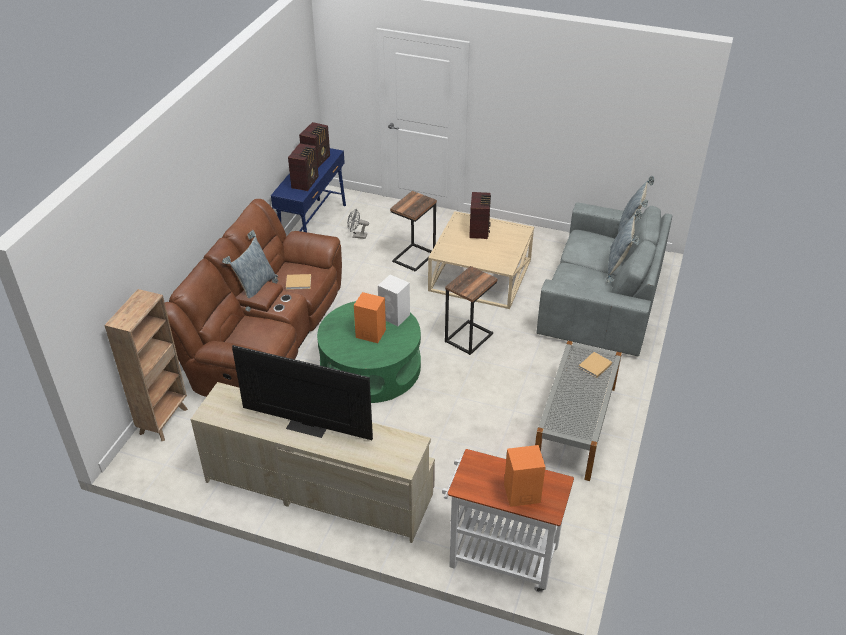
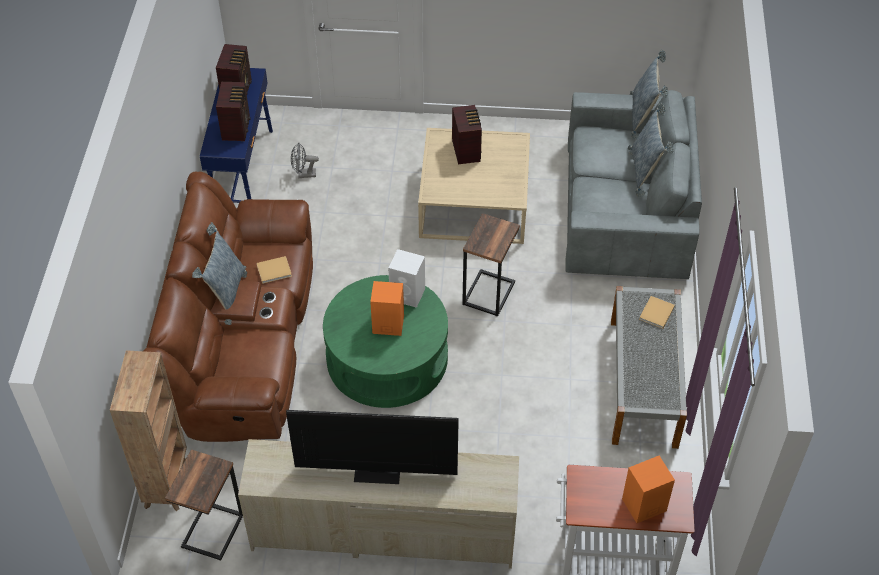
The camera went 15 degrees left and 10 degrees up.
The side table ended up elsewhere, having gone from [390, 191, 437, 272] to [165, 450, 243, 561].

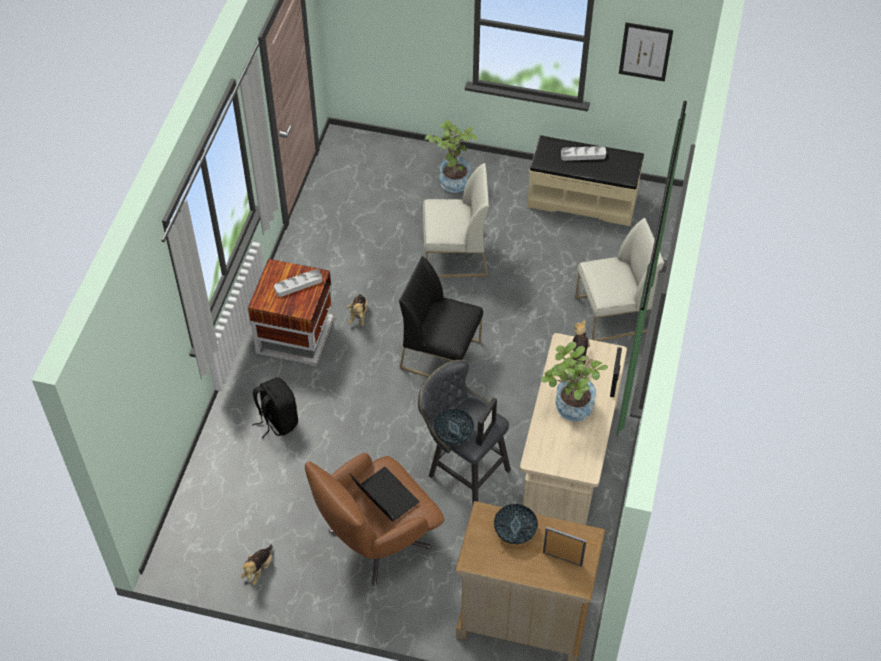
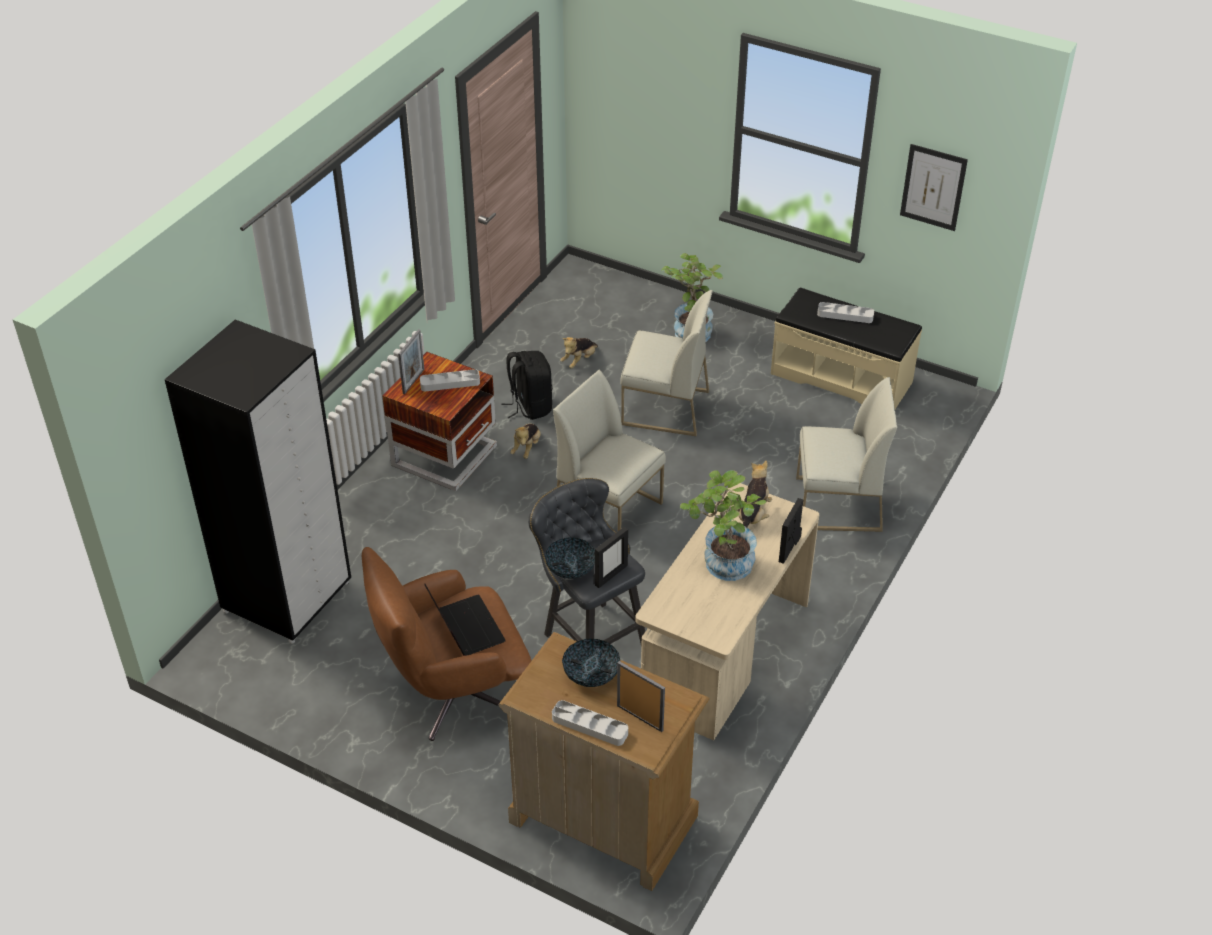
The camera went 15 degrees right and 10 degrees down.
The second view gained the clothes cupboard at [164, 320, 351, 644].
The second view gained the standing frame at [398, 329, 424, 394].
The rucksack (blackish) ended up elsewhere, having gone from [252, 377, 298, 439] to [501, 351, 552, 420].
The second view gained the tray (grey) at [552, 700, 628, 746].
What was the upright chair (blackish) at [399, 256, 483, 377] turned into the upright chair (white) at [553, 370, 666, 531].
The cuddly toy ended up elsewhere, having gone from [241, 544, 273, 585] to [560, 337, 598, 369].

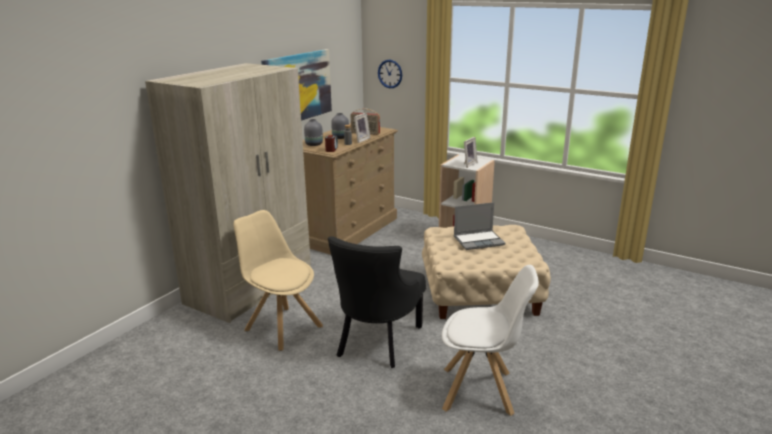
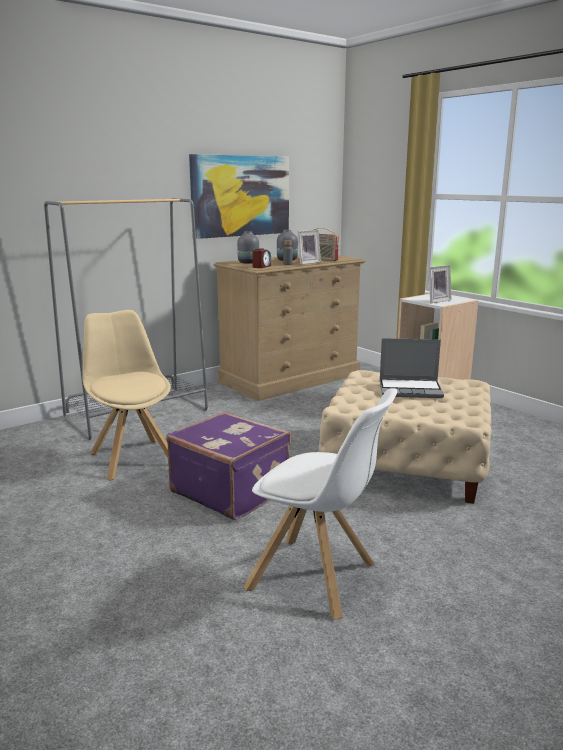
The camera went 20 degrees right and 5 degrees down.
Where the clothes cupboard (sand-coloured) stood at [145, 63, 311, 323], the clothes rack (grey) came to stand at [44, 198, 208, 440].
Where the upright chair (blackish) stood at [328, 236, 426, 368], the suitcase (purplish) came to stand at [166, 412, 291, 520].
The second view lost the hanging clock at [378, 60, 402, 88].

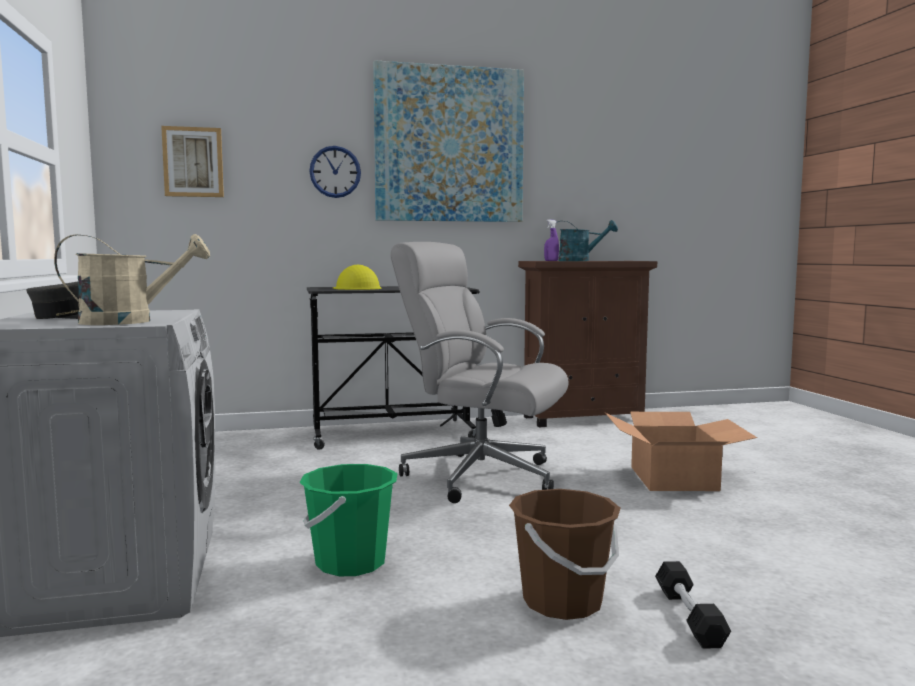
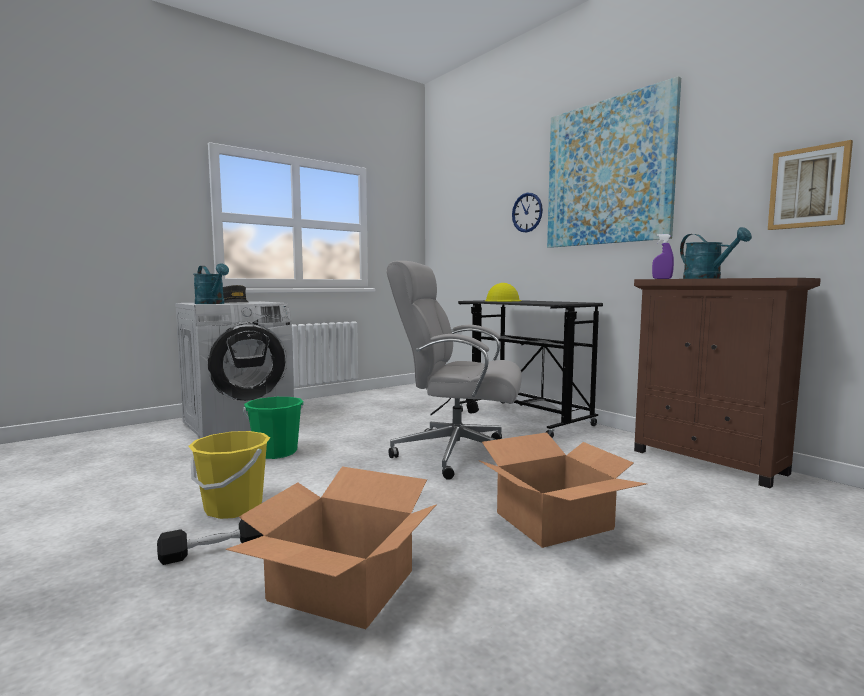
The camera went 65 degrees right and 0 degrees up.
What was the bucket (brown) at [509, 489, 621, 620] turned into the bucket (yellow) at [188, 431, 270, 519].
What was the sprinkling can (sand-coloured) at [54, 234, 210, 325] turned into the sprinkling can (turquoise-coloured) at [194, 264, 229, 304].
The second view gained the carton at [226, 467, 437, 629].
The desk chair (grey) at [390, 242, 568, 503] ended up facing another way, 75 degrees counterclockwise from before.
The wall art ended up elsewhere, having gone from [161, 126, 224, 197] to [768, 140, 853, 230].

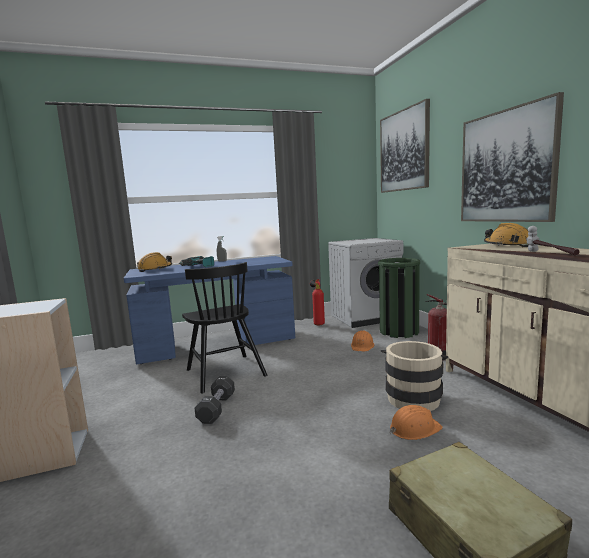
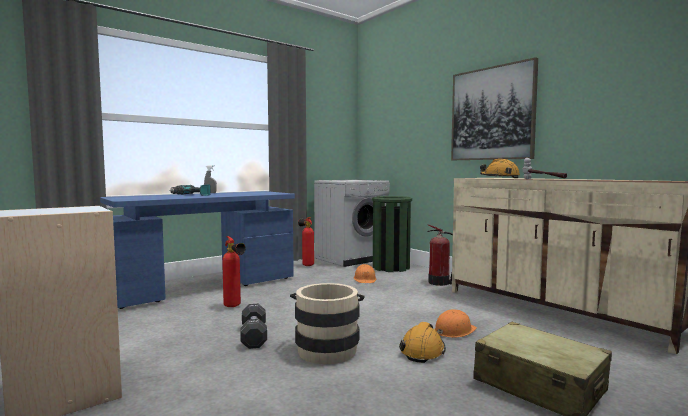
The camera went 20 degrees left and 5 degrees down.
Where the upright chair (blackish) stood at [182, 262, 268, 394], the fire-fighting cylinder came to stand at [222, 236, 246, 307].
The bucket (sand-coloured) ended up elsewhere, having gone from [381, 341, 448, 411] to [290, 283, 365, 364].
The work helmet (orange) ended up elsewhere, having gone from [137, 252, 172, 272] to [399, 322, 446, 363].
The second view lost the wall art at [380, 99, 430, 193].

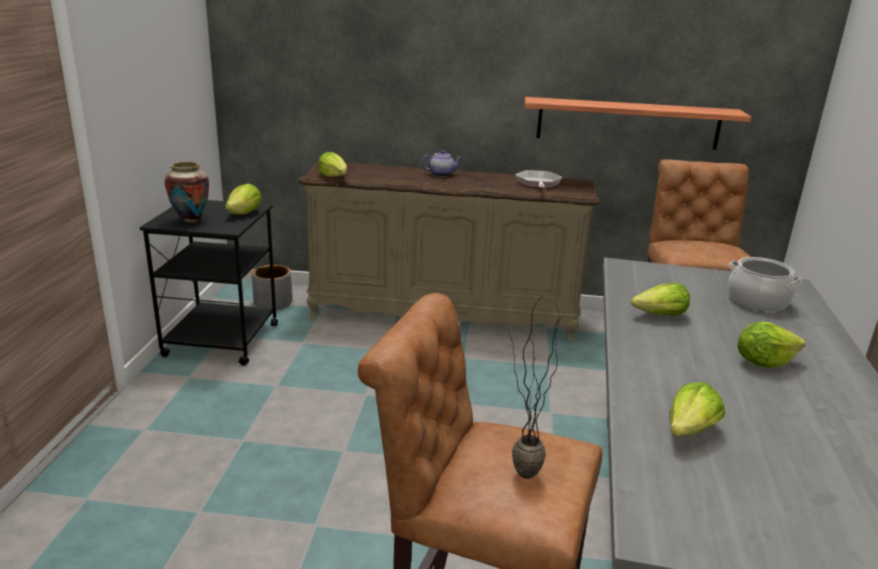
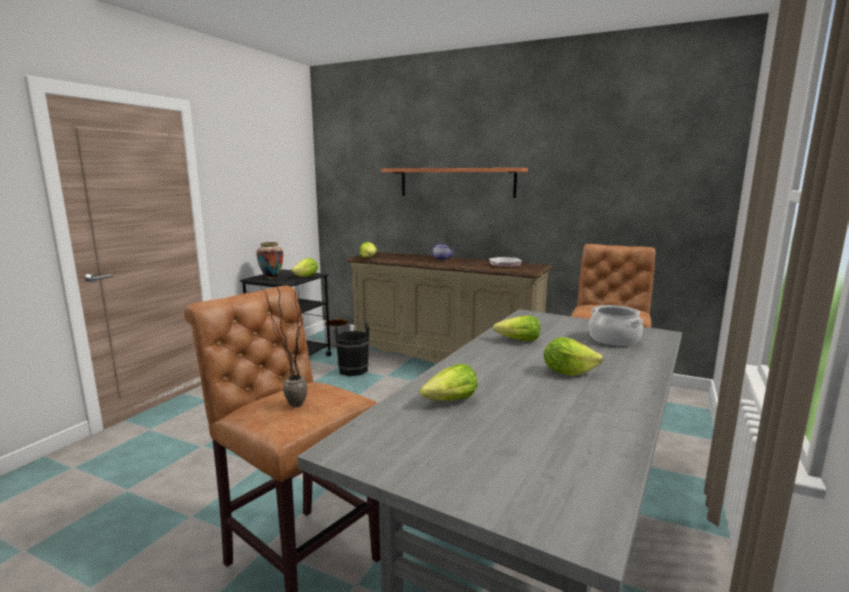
The camera went 20 degrees right and 10 degrees down.
The second view gained the bucket (blackish) at [333, 323, 370, 376].
The shelf ended up elsewhere, having gone from [525, 97, 751, 150] to [381, 168, 528, 198].

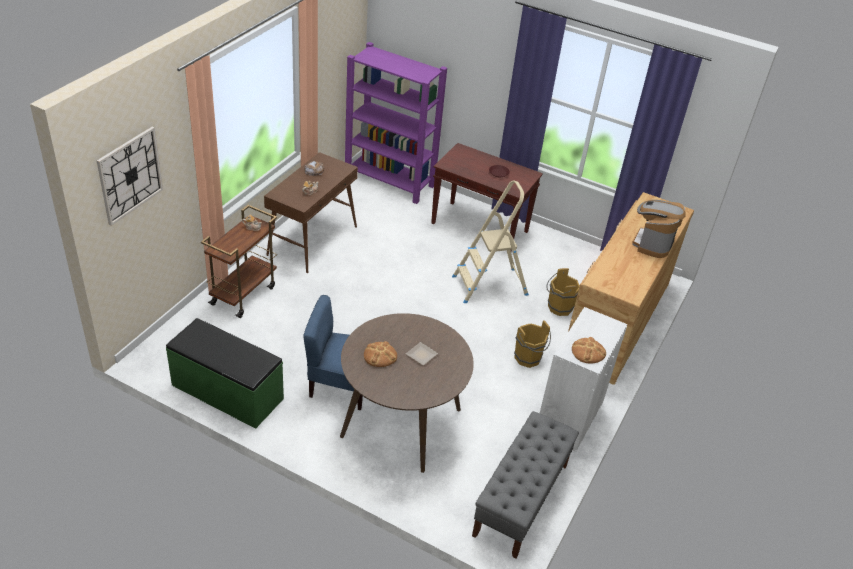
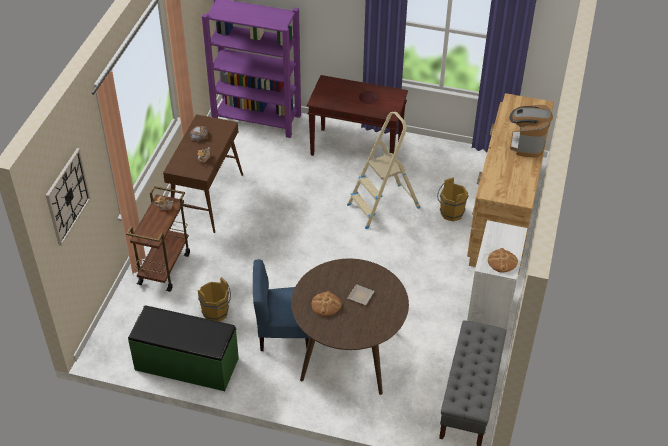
The camera went 10 degrees left and 5 degrees up.
The bucket (brown) ended up elsewhere, having gone from [514, 320, 551, 368] to [198, 277, 231, 322].

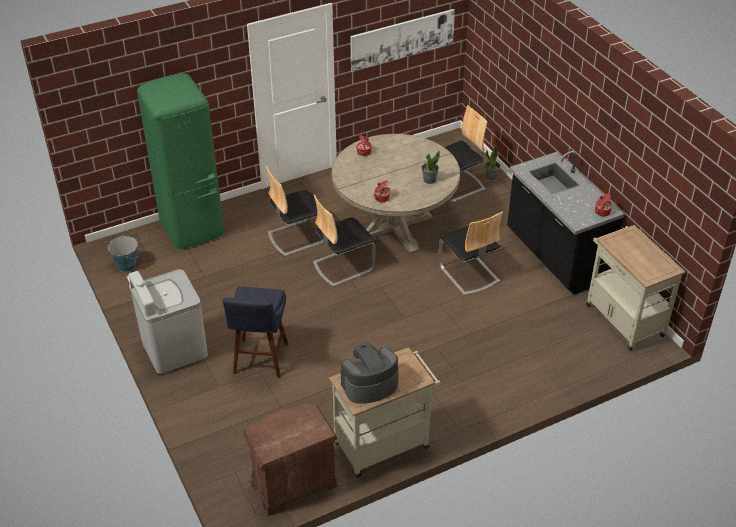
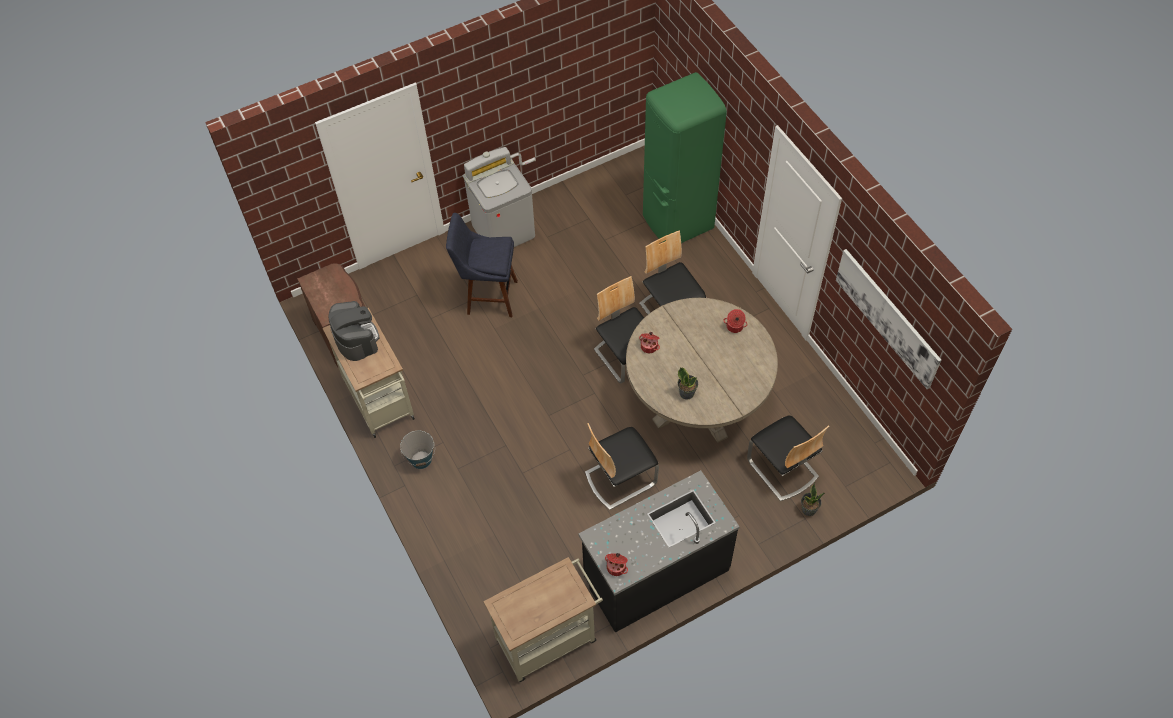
The camera went 90 degrees right and 15 degrees up.
The bucket ended up elsewhere, having gone from [108, 235, 139, 272] to [400, 431, 435, 469].

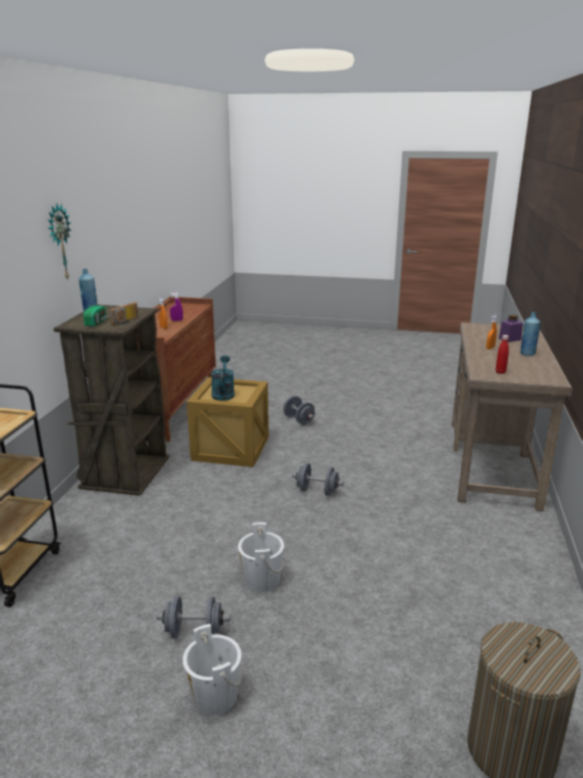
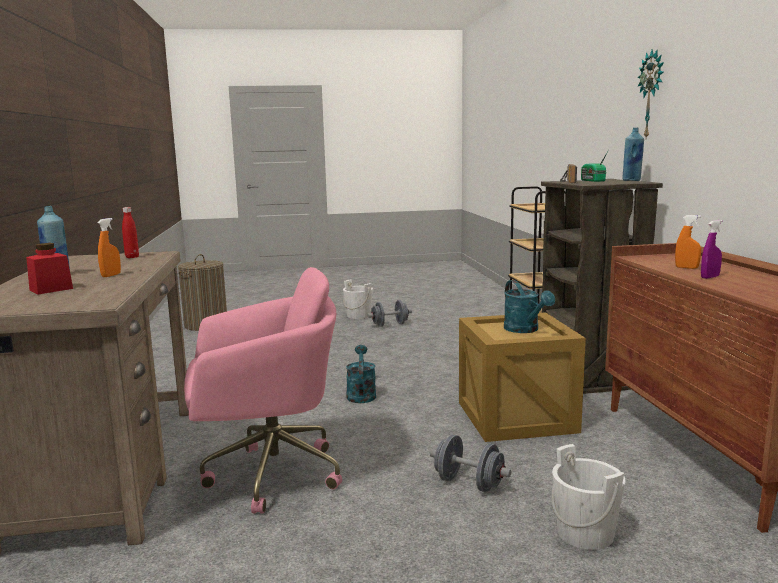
The camera went 160 degrees right and 10 degrees down.
What was the storage jar (purplish) at [499, 315, 523, 342] turned into the storage jar (red-coloured) at [26, 243, 73, 294].
The second view gained the desk chair (pinkish) at [184, 267, 342, 514].
Where the hand weight (grey) stood at [292, 463, 344, 496], the sprinkling can (turquoise-coloured) came to stand at [346, 345, 376, 403].
The bucket (white) ended up elsewhere, having gone from [238, 522, 284, 592] to [551, 444, 625, 550].

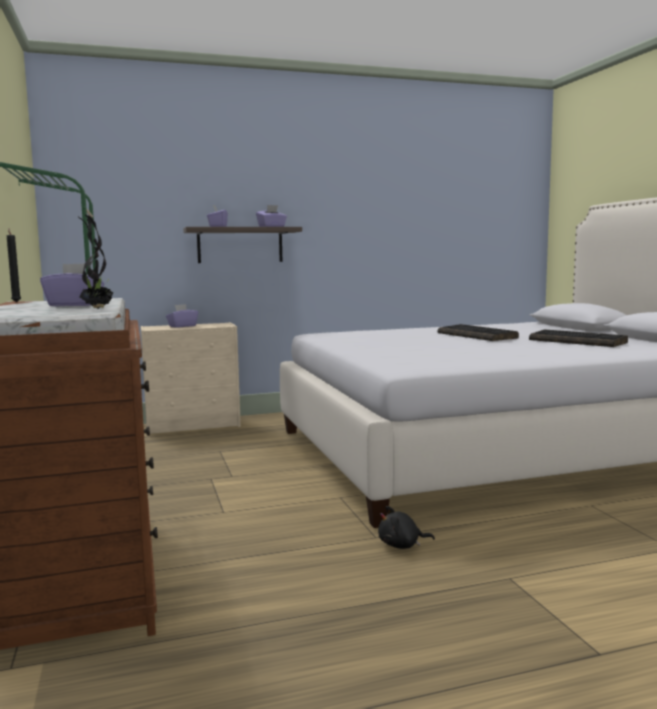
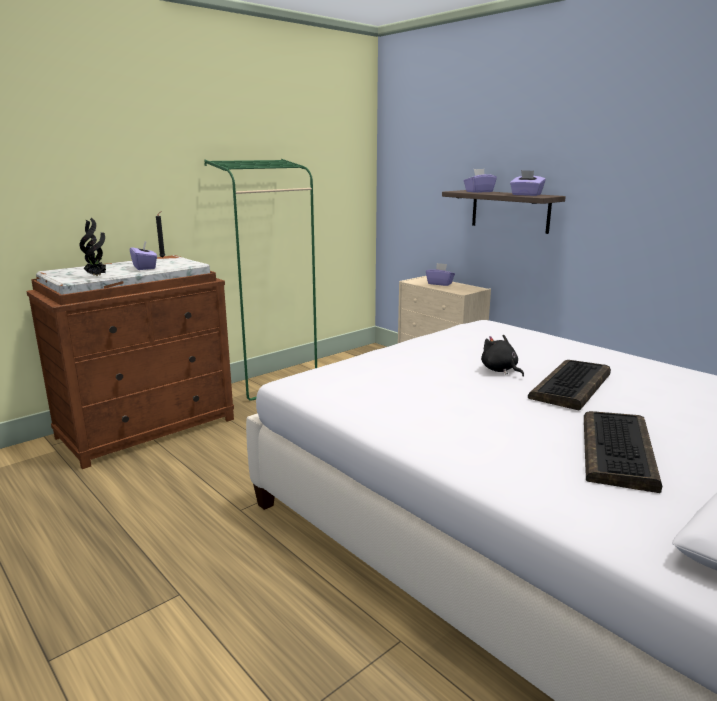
The camera went 65 degrees right and 10 degrees up.
The cuddly toy (blackish) ended up elsewhere, having gone from [378, 506, 435, 549] to [481, 335, 524, 377].

